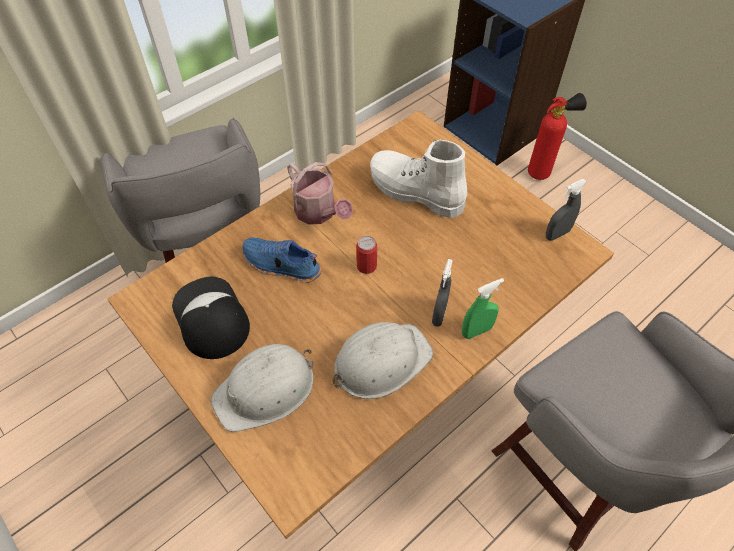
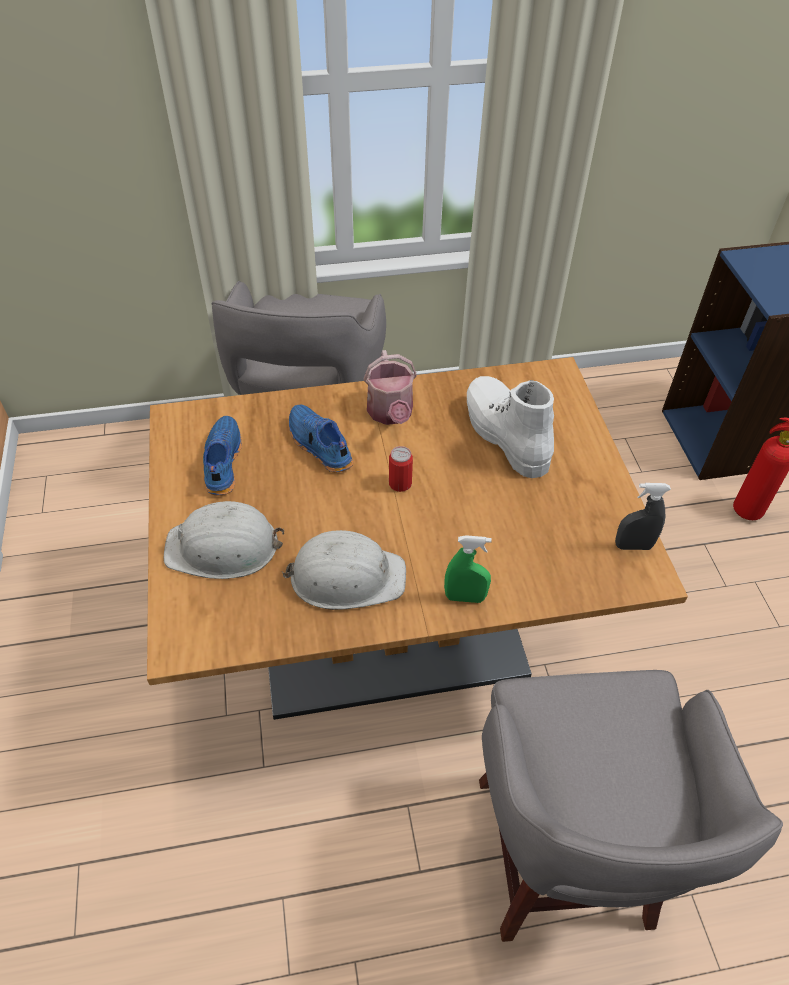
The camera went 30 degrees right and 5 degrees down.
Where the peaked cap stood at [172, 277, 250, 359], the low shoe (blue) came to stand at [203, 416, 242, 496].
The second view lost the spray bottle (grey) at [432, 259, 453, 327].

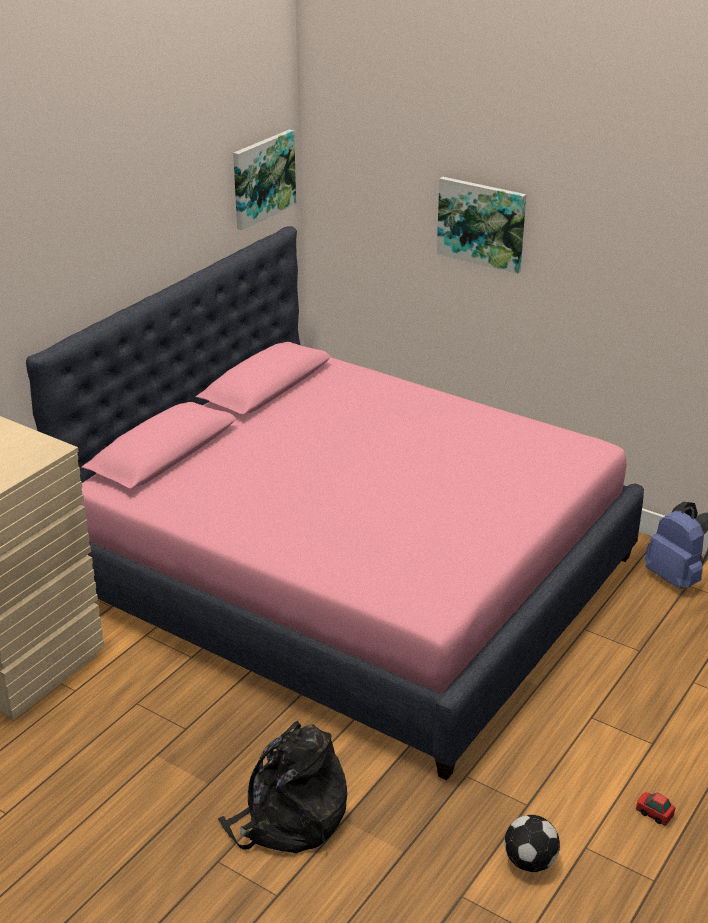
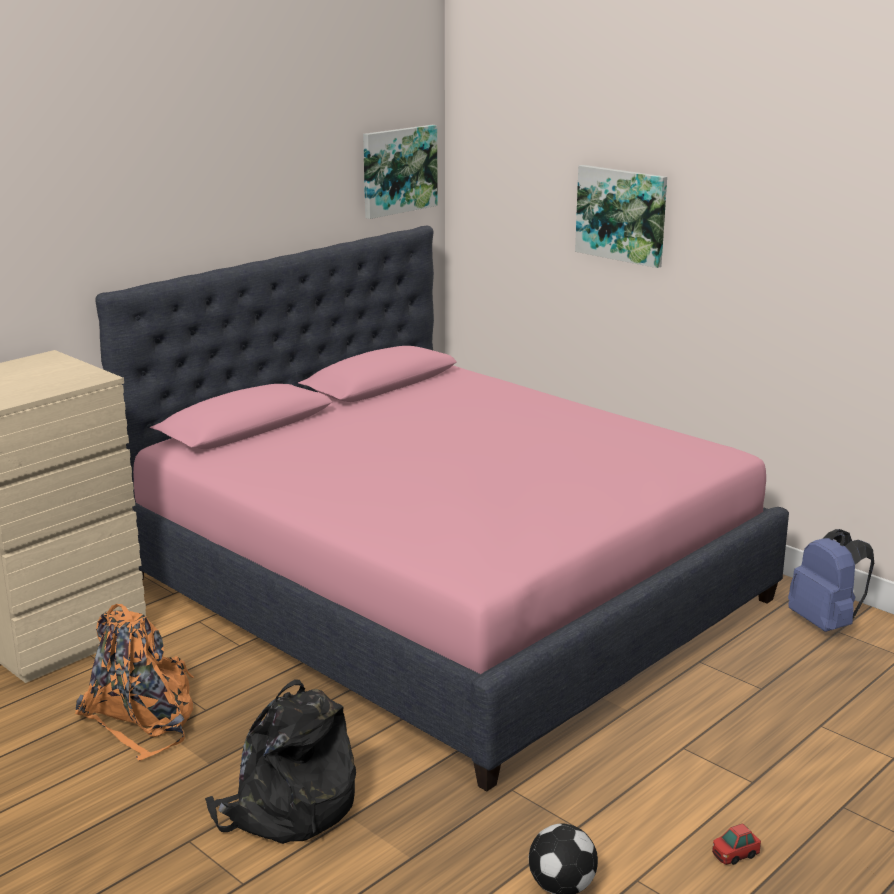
The camera went 10 degrees right and 10 degrees down.
The second view gained the rucksack (orange) at [75, 604, 194, 761].
The miniature car at [636, 792, 675, 825] ended up facing another way, 75 degrees counterclockwise from before.

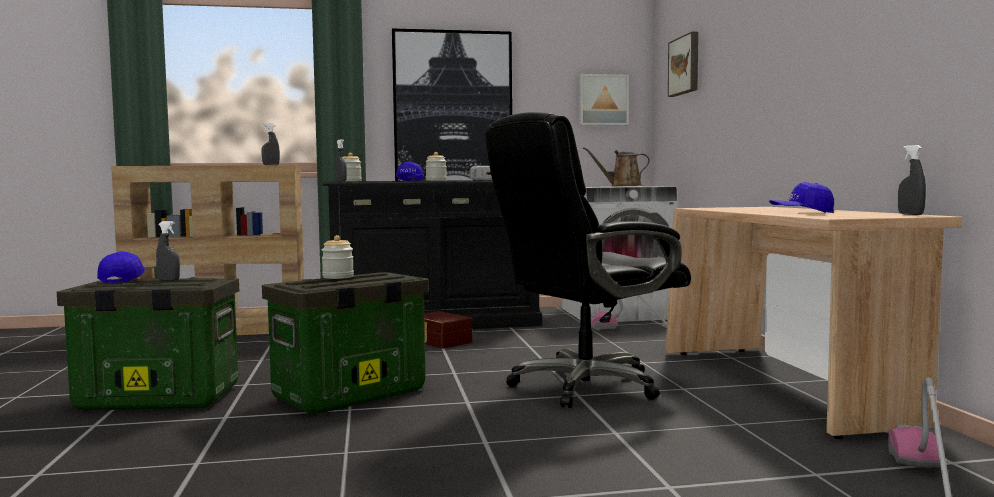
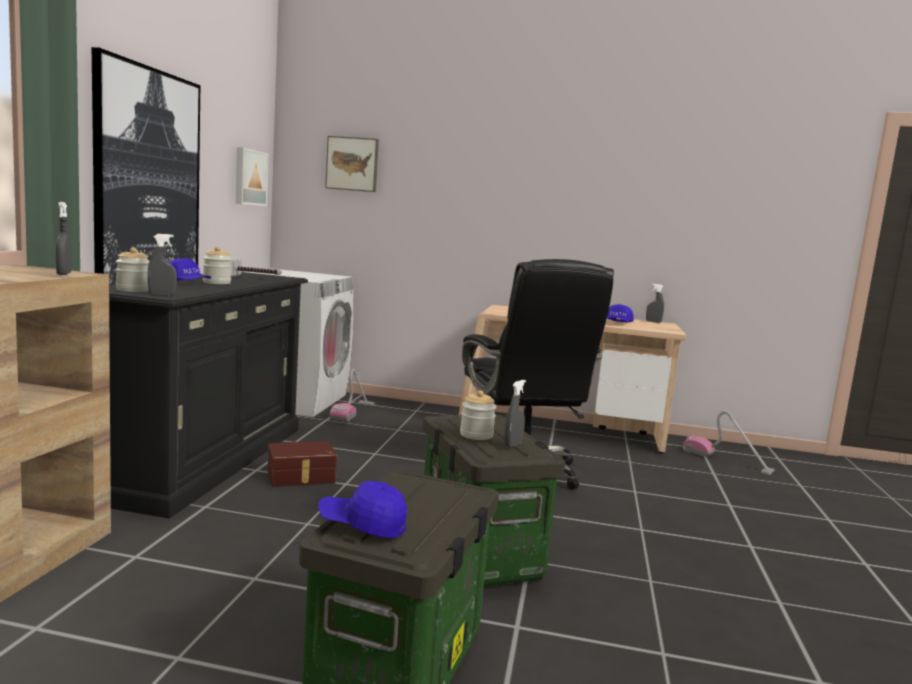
The camera went 70 degrees left and 5 degrees up.
The spray bottle (grey) ended up elsewhere, having gone from [156, 221, 180, 281] to [504, 380, 526, 448].
The second view lost the sprinkling can (brown) at [583, 147, 650, 187].

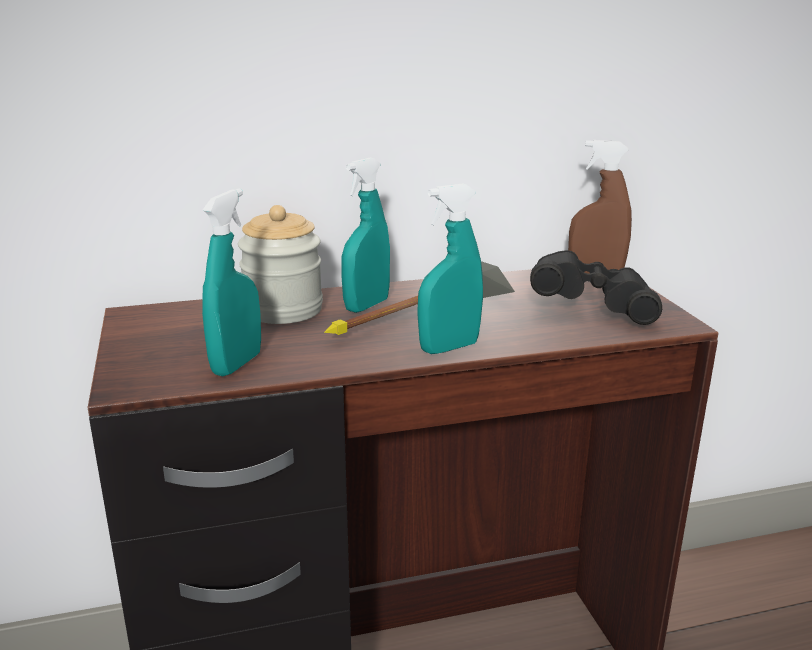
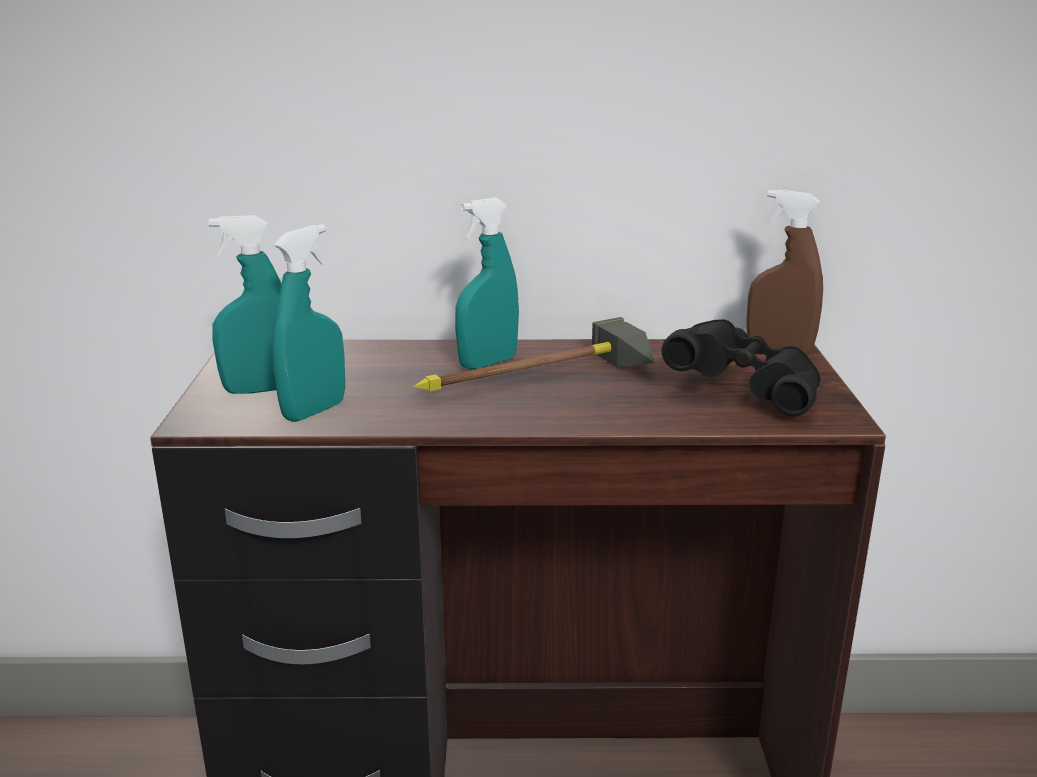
The camera went 15 degrees right and 0 degrees up.
The spray bottle (turquoise-coloured) ended up elsewhere, having gone from [417, 184, 483, 354] to [209, 215, 281, 394].
The second view lost the storage jar at [238, 205, 323, 324].

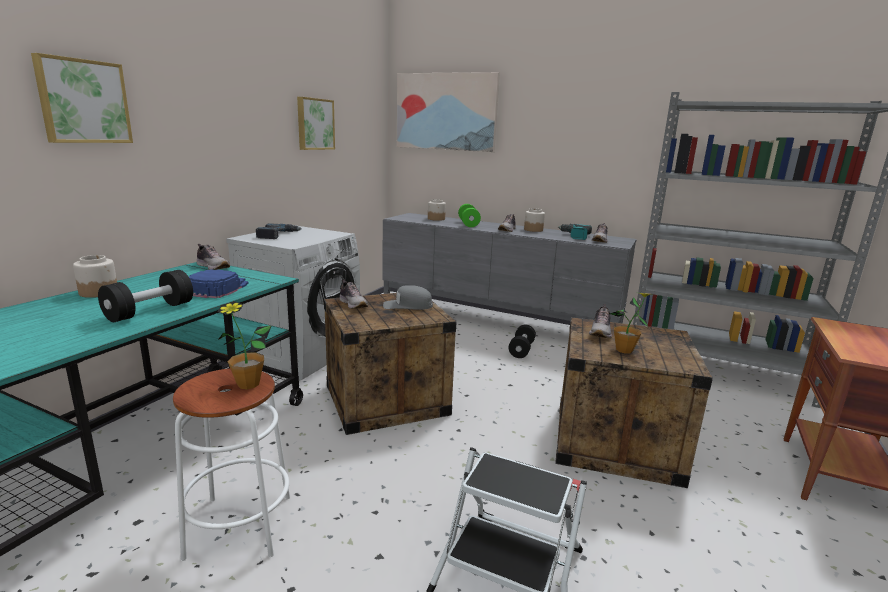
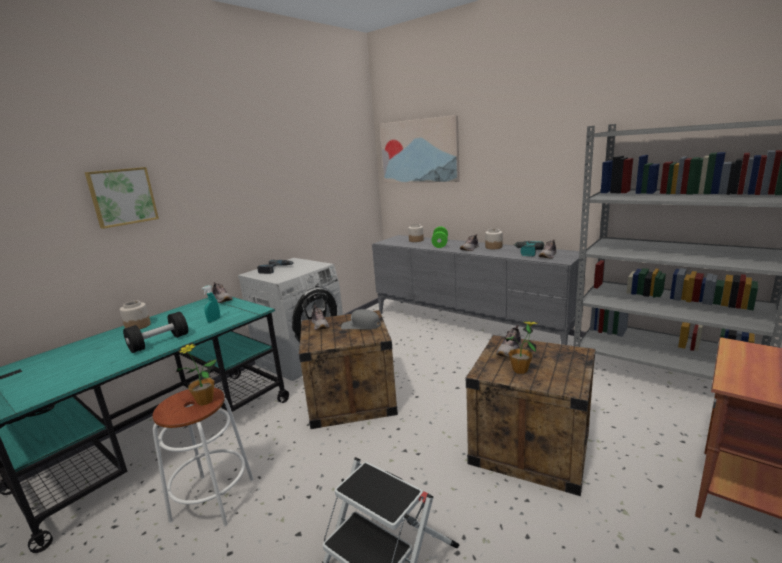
The camera went 15 degrees right and 0 degrees up.
Where the peaked cap (blue) stood at [189, 269, 249, 298], the spray bottle (turquoise-coloured) came to stand at [201, 285, 220, 323].
The second view lost the wall art at [297, 97, 335, 150].
The second view lost the hand weight (blackish) at [508, 325, 536, 358].

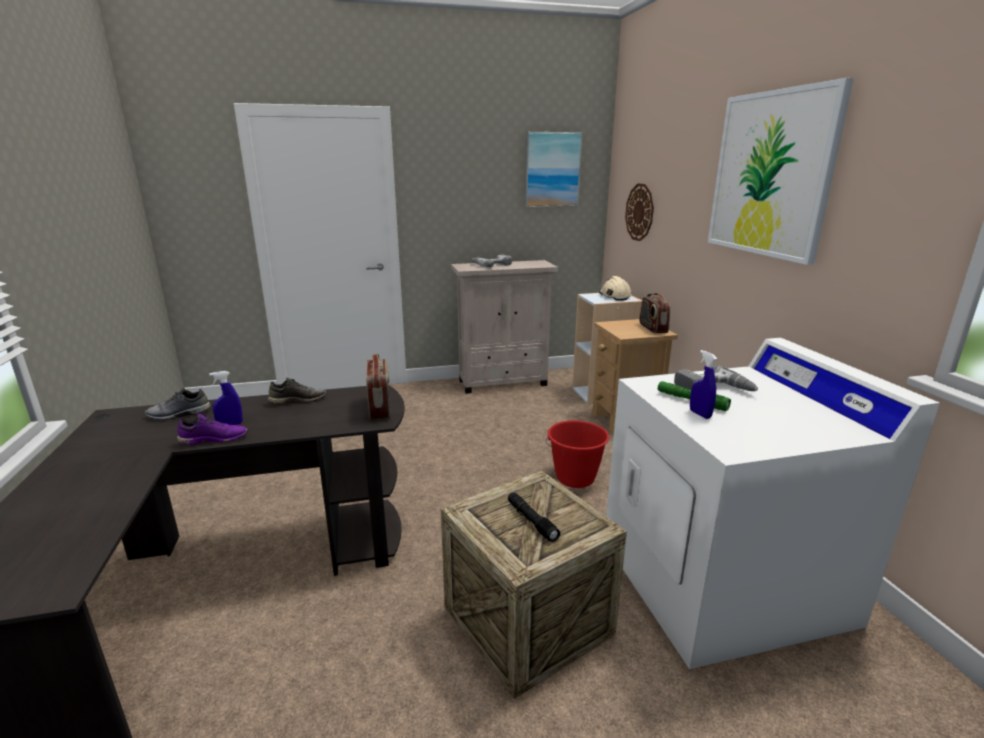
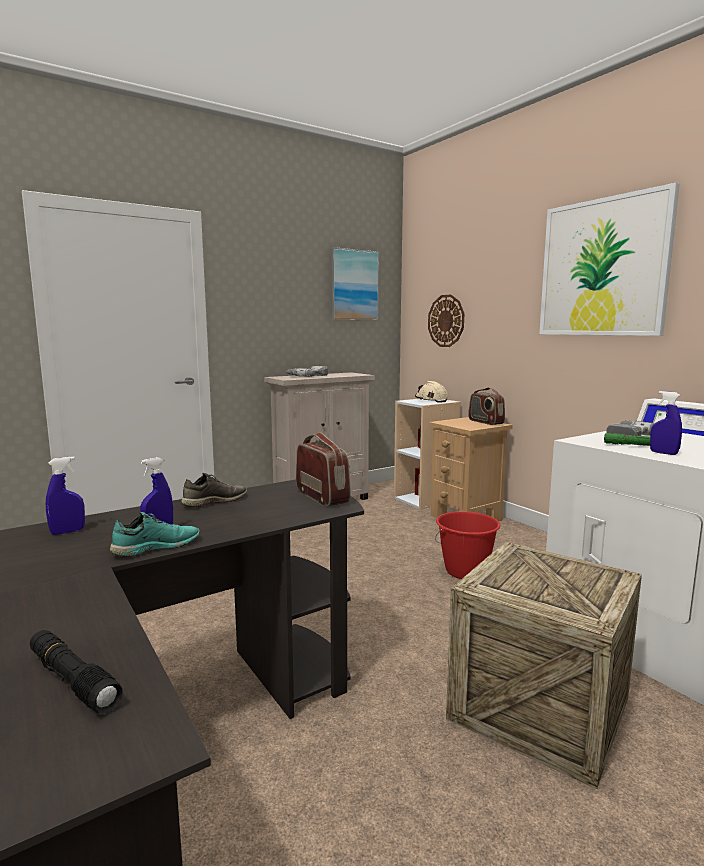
The camera went 20 degrees left and 10 degrees down.
The flashlight (blackish) ended up elsewhere, having gone from [508, 492, 560, 542] to [30, 630, 123, 713].
Where the low shoe (grey) stood at [145, 388, 211, 420], the spray bottle (blue) came to stand at [46, 457, 85, 535].
What was the low shoe (purplish) at [177, 414, 248, 445] turned into the low shoe (turquoise-coloured) at [110, 512, 200, 557].

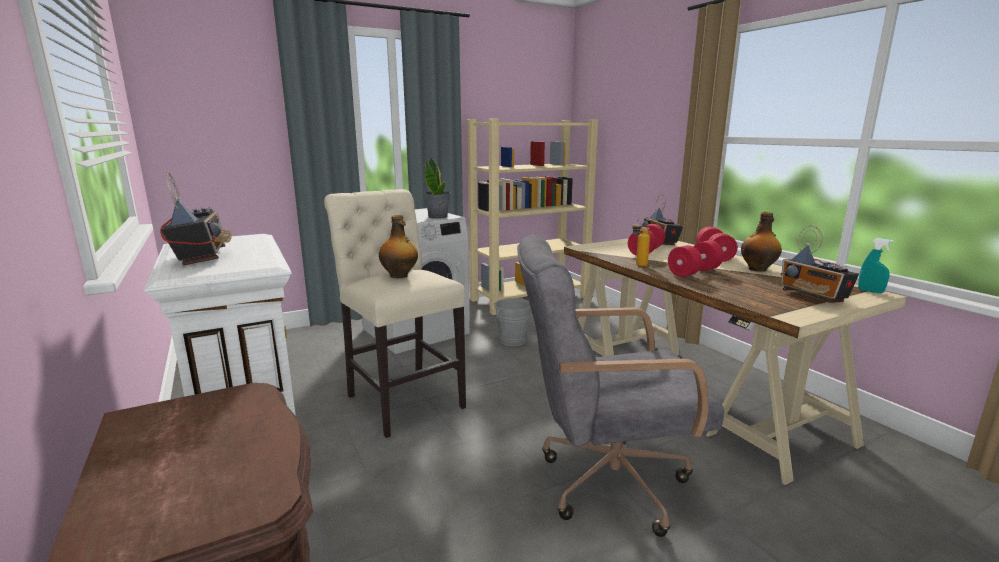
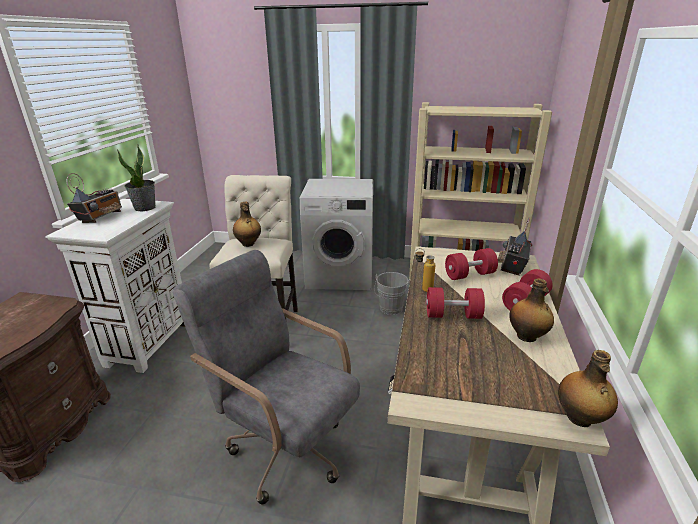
The camera went 40 degrees right and 10 degrees up.
The houseplant ended up elsewhere, having gone from [424, 157, 451, 219] to [117, 145, 156, 211].
Where the spray bottle (turquoise-coloured) stood at [858, 238, 894, 293], the beverage bottle came to stand at [558, 350, 618, 427].
The second view lost the radio at [780, 226, 859, 303].

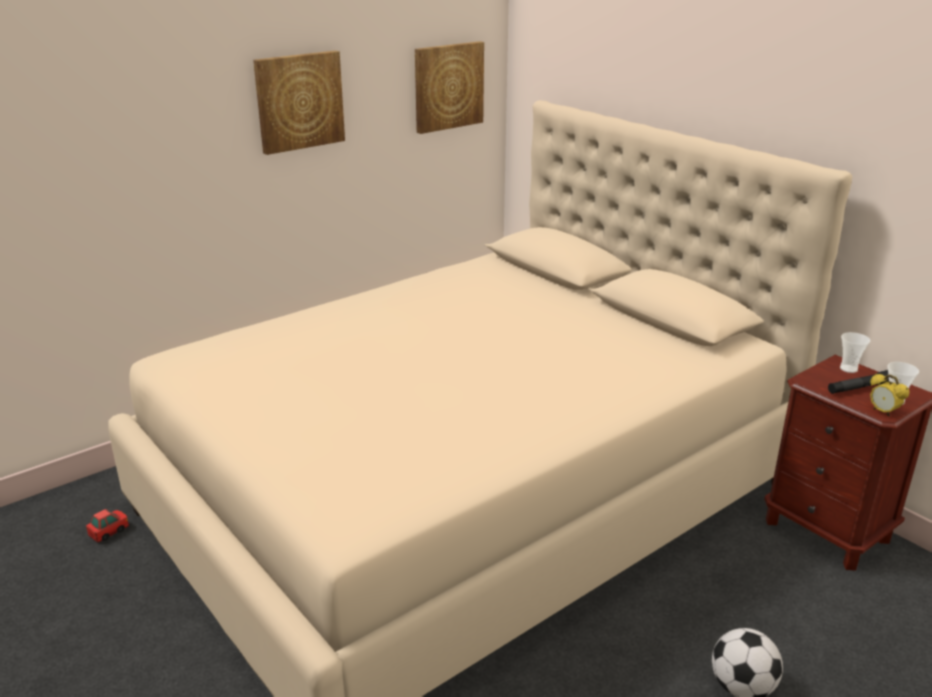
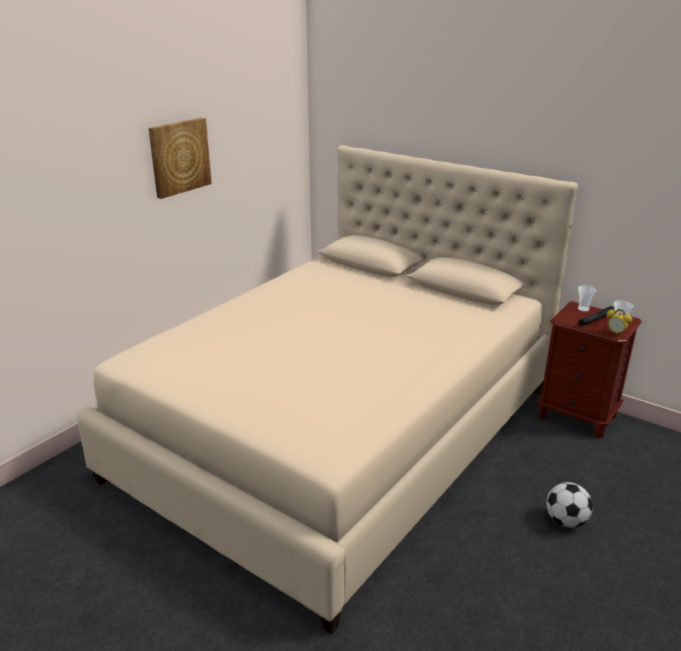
The camera went 15 degrees left and 0 degrees up.
The second view lost the miniature car at [86, 509, 129, 543].
The second view lost the wall art at [415, 41, 484, 134].

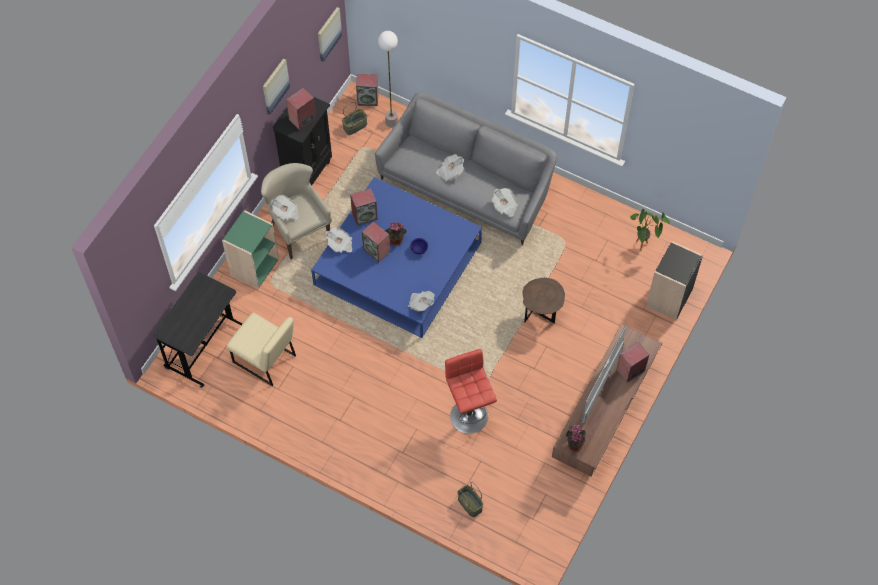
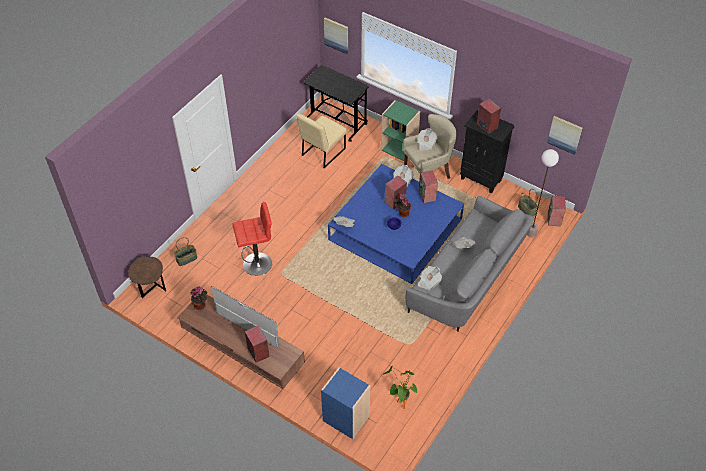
The camera went 95 degrees right and 10 degrees down.
The side table (brown) ended up elsewhere, having gone from [522, 278, 565, 323] to [128, 256, 166, 298].
What was the bookcase (blackish) at [646, 241, 703, 320] turned into the bookcase (blue) at [321, 367, 370, 439].
The wall art ended up elsewhere, having gone from [263, 58, 290, 114] to [324, 17, 348, 54].

